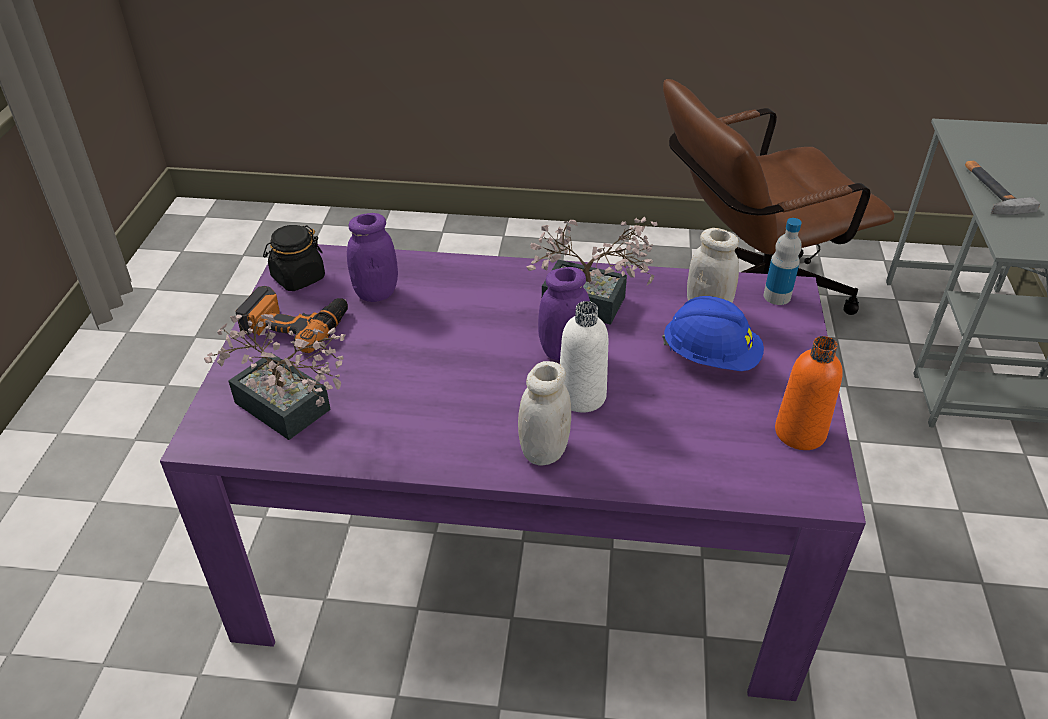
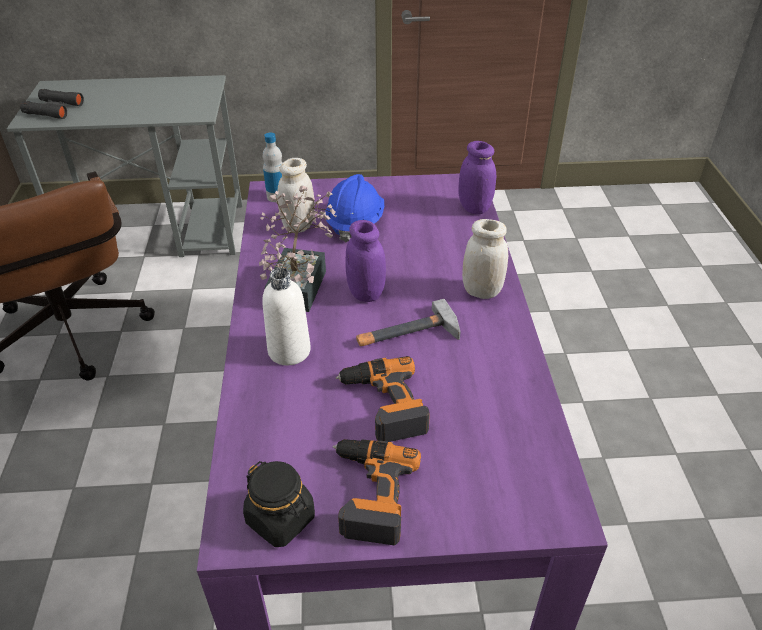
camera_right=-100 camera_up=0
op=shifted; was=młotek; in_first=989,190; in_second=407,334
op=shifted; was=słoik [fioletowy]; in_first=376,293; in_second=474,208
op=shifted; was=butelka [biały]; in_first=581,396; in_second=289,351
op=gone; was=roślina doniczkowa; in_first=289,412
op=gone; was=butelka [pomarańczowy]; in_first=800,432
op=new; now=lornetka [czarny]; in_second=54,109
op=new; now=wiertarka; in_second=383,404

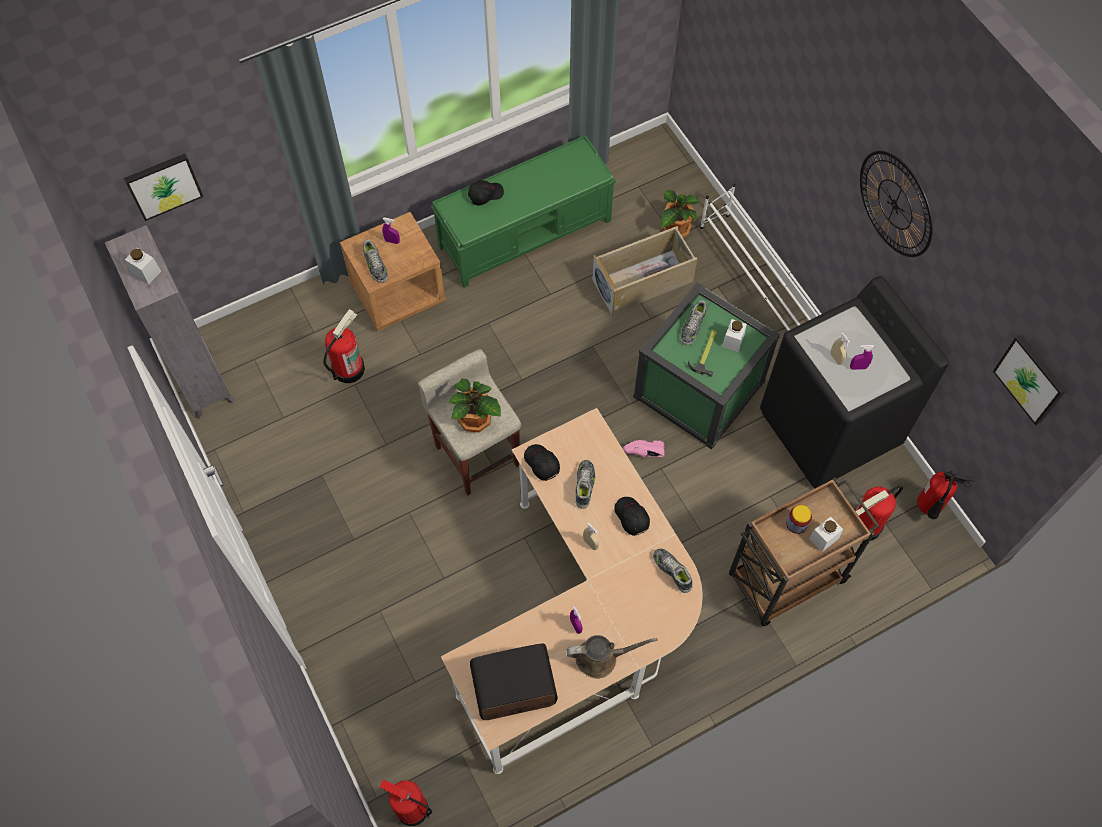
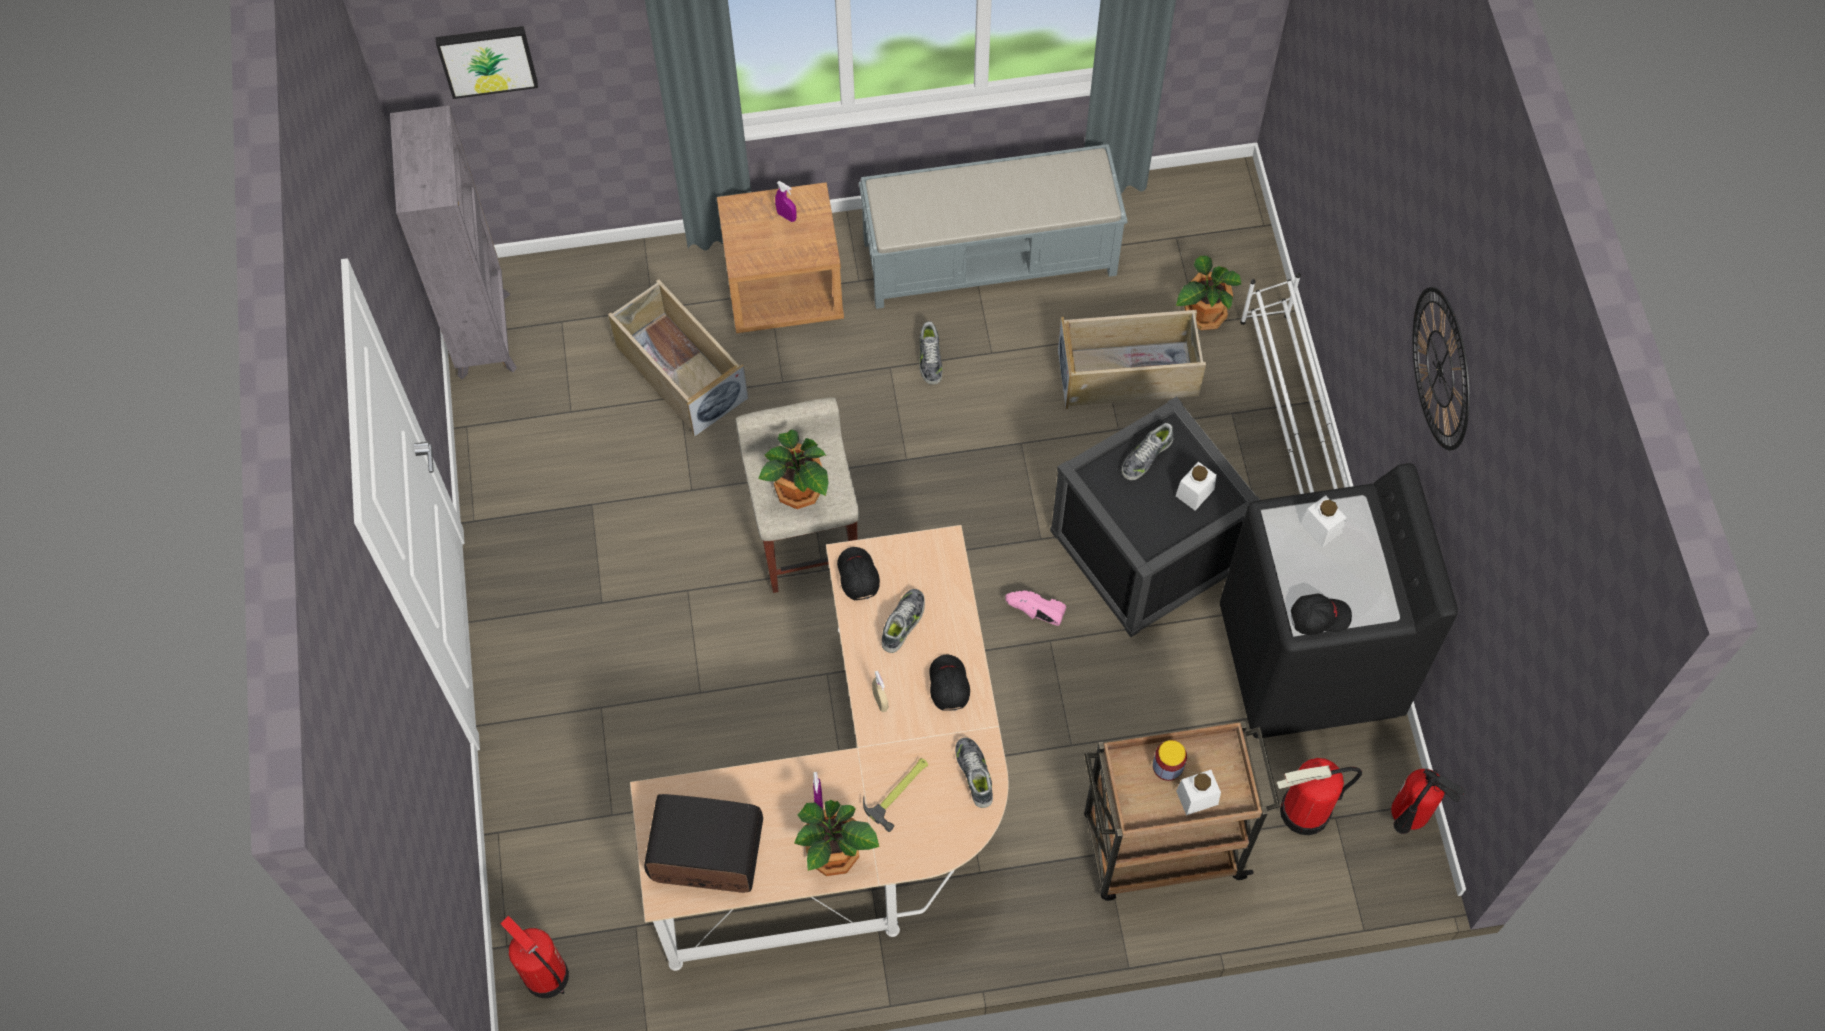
camera_right=20 camera_up=0
op=repainted; was=ławka [zielony]; now=ławka [szary]; in_first=526,233; in_second=991,257
op=shifted; was=czapka z daszkiem [czarny]; in_first=485,194; in_second=1319,617
op=shifted; was=but; in_first=375,265; in_second=929,358
op=shifted; was=słoik [biały]; in_first=146,272; in_second=1321,528
op=repainted; was=pojemnik do przechowywania [zielony]; now=pojemnik do przechowywania [czarny]; in_first=699,389; in_second=1147,549
op=swapped; was=gaśnica; now=pojemnik do przechowywania [beżowy]; in_first=348,368; in_second=679,372
op=shifted; was=młotek; in_first=706,352; in_second=899,790
op=gone; was=spryskiwacz [beżowy]; in_first=836,358
op=gone; was=obraz; in_first=1031,378
op=gone; was=spryskiwacz [fioletowy]; in_first=858,367
op=swapped; was=konewka [brązowy]; now=roślina doniczkowa; in_first=601,658; in_second=834,854

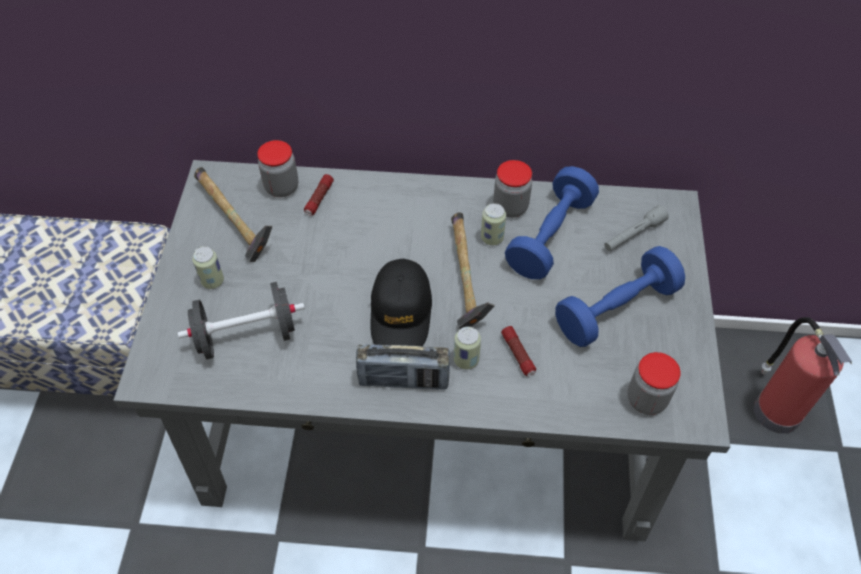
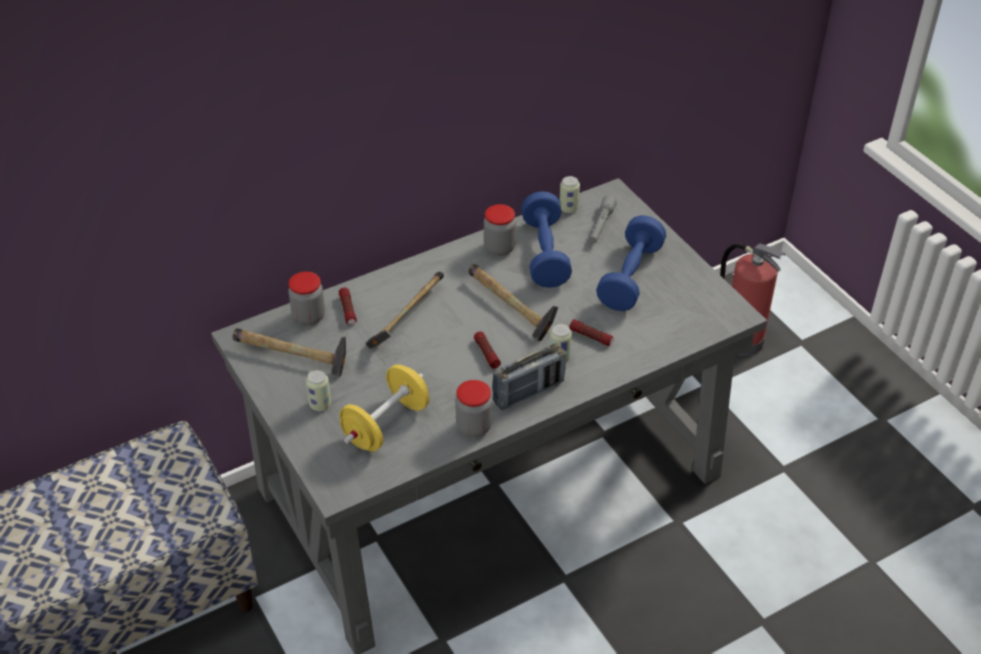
camera_right=-35 camera_up=-10
op=shifted; was=puszka; in_first=492,238; in_second=568,208
op=swapped; was=czapka z daszkiem [czarny]; now=latarka; in_first=401,314; in_second=486,353
op=repainted; was=hantel [czarny]; now=hantel [żółty]; in_first=247,336; in_second=386,425
op=shifted; was=słoik; in_first=646,399; in_second=474,427
op=new; now=młotek; in_second=406,320

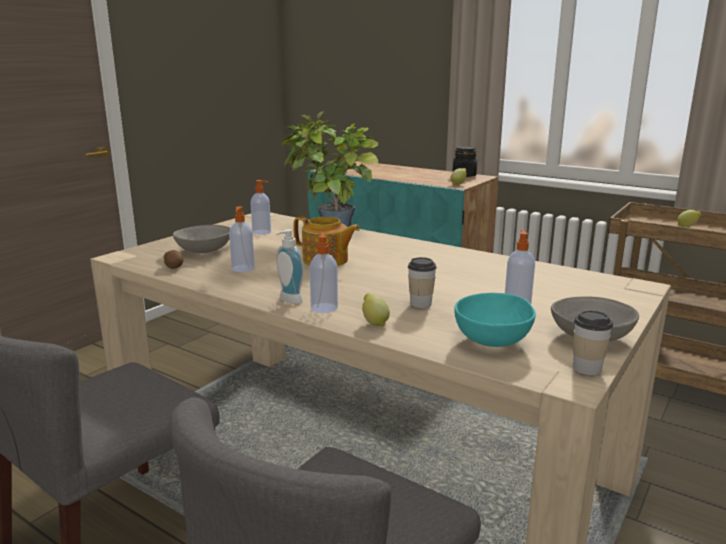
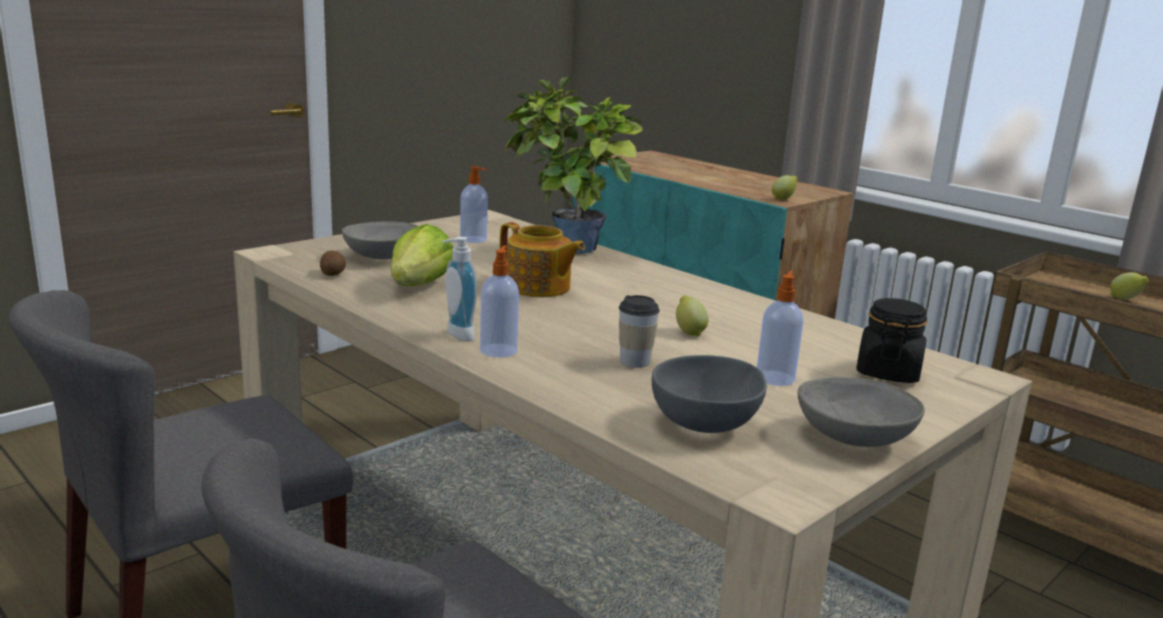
camera_right=10 camera_up=0
op=shifted; was=słoik [czarny]; in_first=464,175; in_second=887,372
op=swapped; was=dozownik mydła; now=sałata; in_first=243,269; in_second=420,286
op=shifted; was=cytryna; in_first=374,323; in_second=689,332
op=repainted; was=miska [turkusowy]; now=miska [szary]; in_first=494,341; in_second=707,425
op=gone; was=filiżanka; in_first=587,368

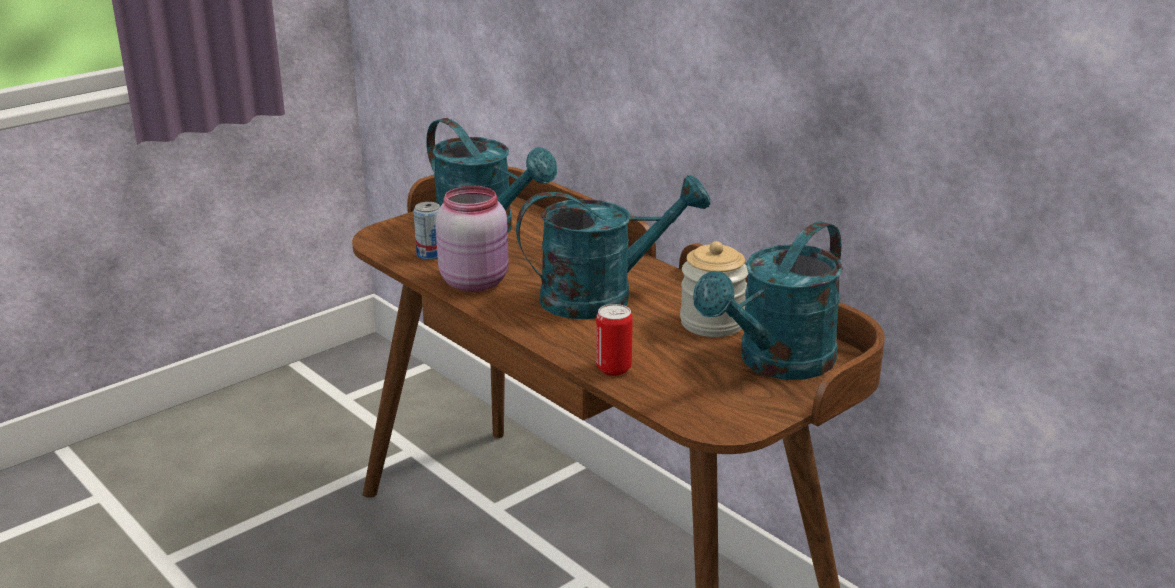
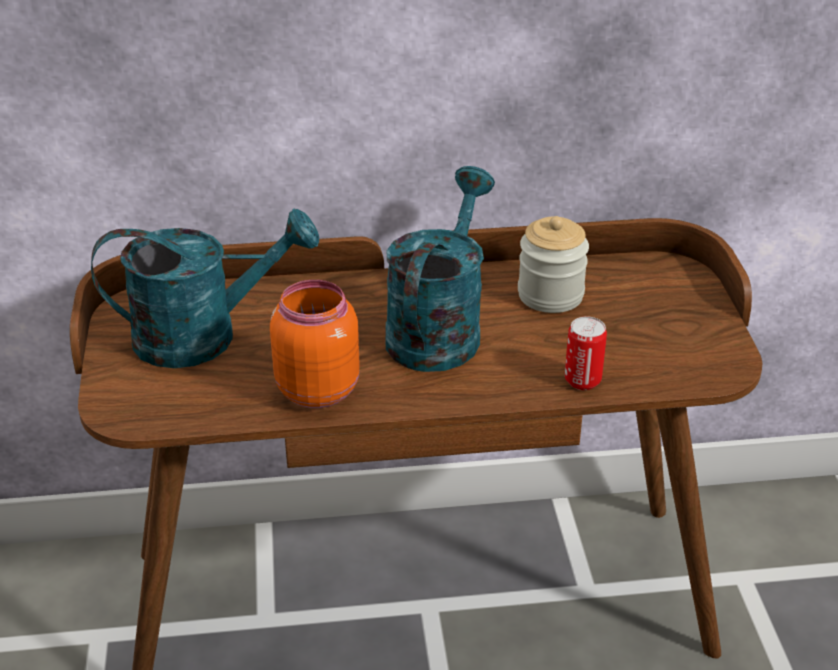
camera_right=-55 camera_up=10
op=repainted; was=słoik [różowy]; now=słoik [pomarańczowy]; in_first=475,281; in_second=317,388
op=gone; was=puszka; in_first=430,254
op=gone; was=konewka [turkusowy]; in_first=776,363

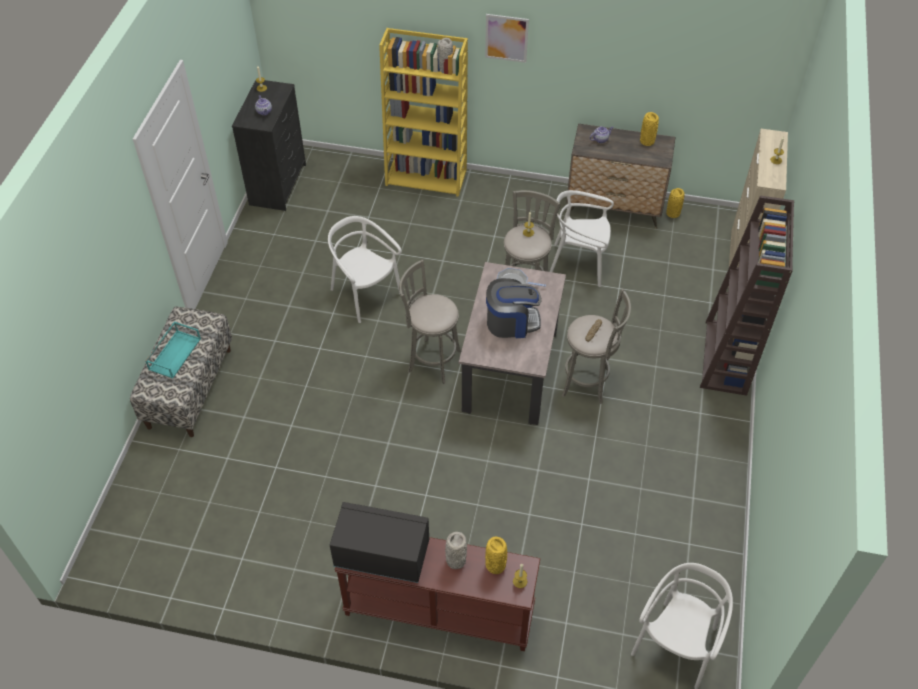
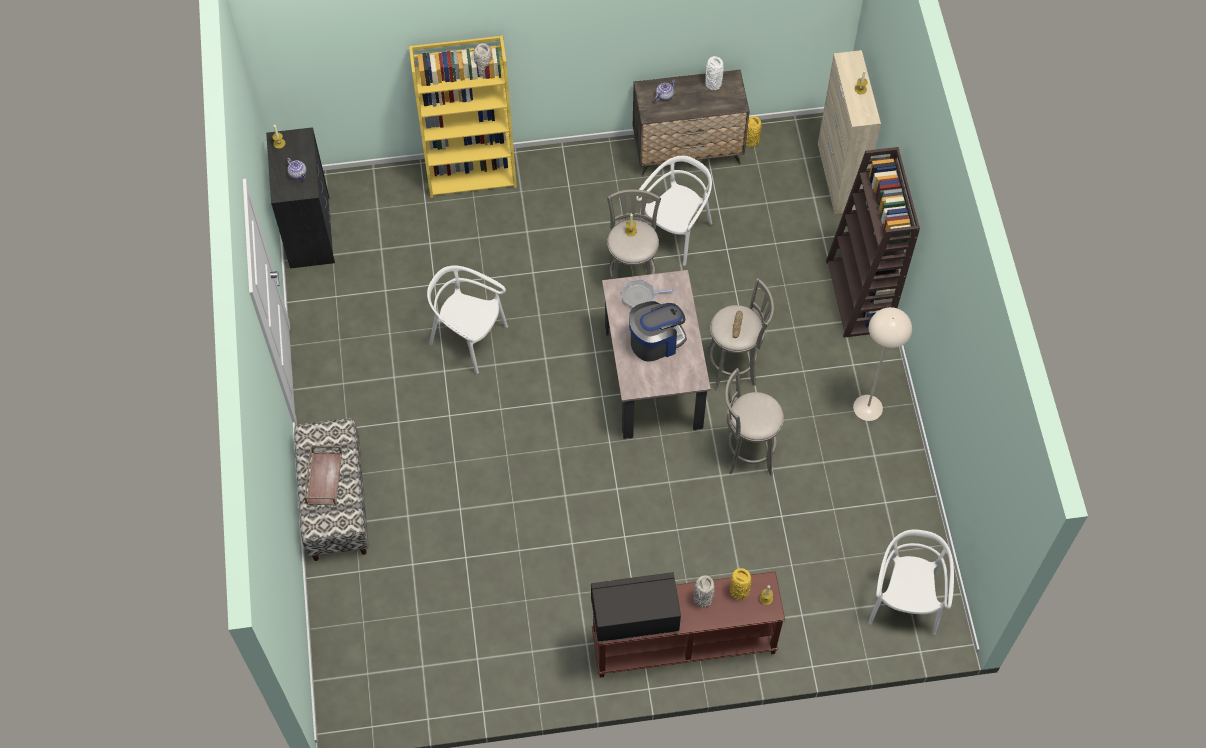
camera_right=-20 camera_up=10
op=gone; was=obraz; in_first=506,38
op=repainted; was=wazon [żółty]; now=wazon [biały]; in_first=647,142; in_second=713,84
op=rotated; was=krzesło [biały]; in_first=578,263; in_second=675,232; clockwise=135
op=shifted; was=stołek [szary]; in_first=431,360; in_second=747,452
op=repainted; was=taca [turkusowy]; now=taca [brązowy]; in_first=174,353; in_second=323,478
op=new; now=lampa stojąca [beżowy]; in_second=868,408

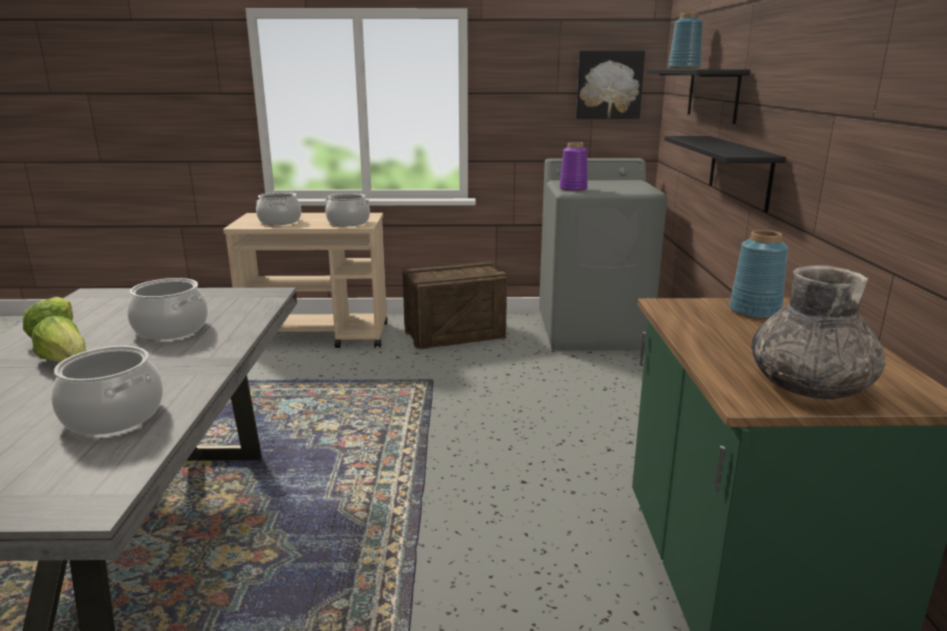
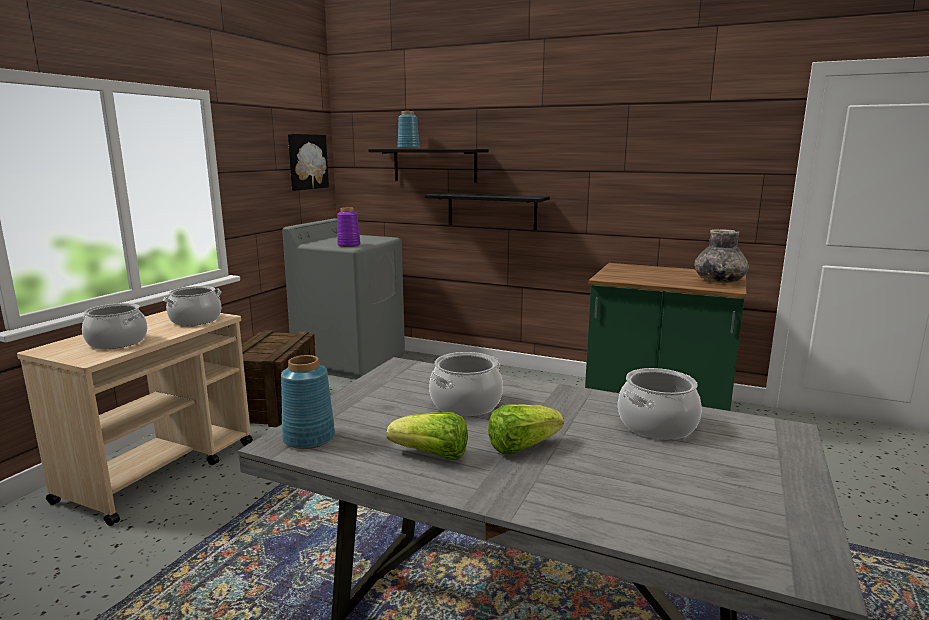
camera_right=-65 camera_up=-5
op=shifted; was=wazon [niebieski]; in_first=754,311; in_second=308,438

